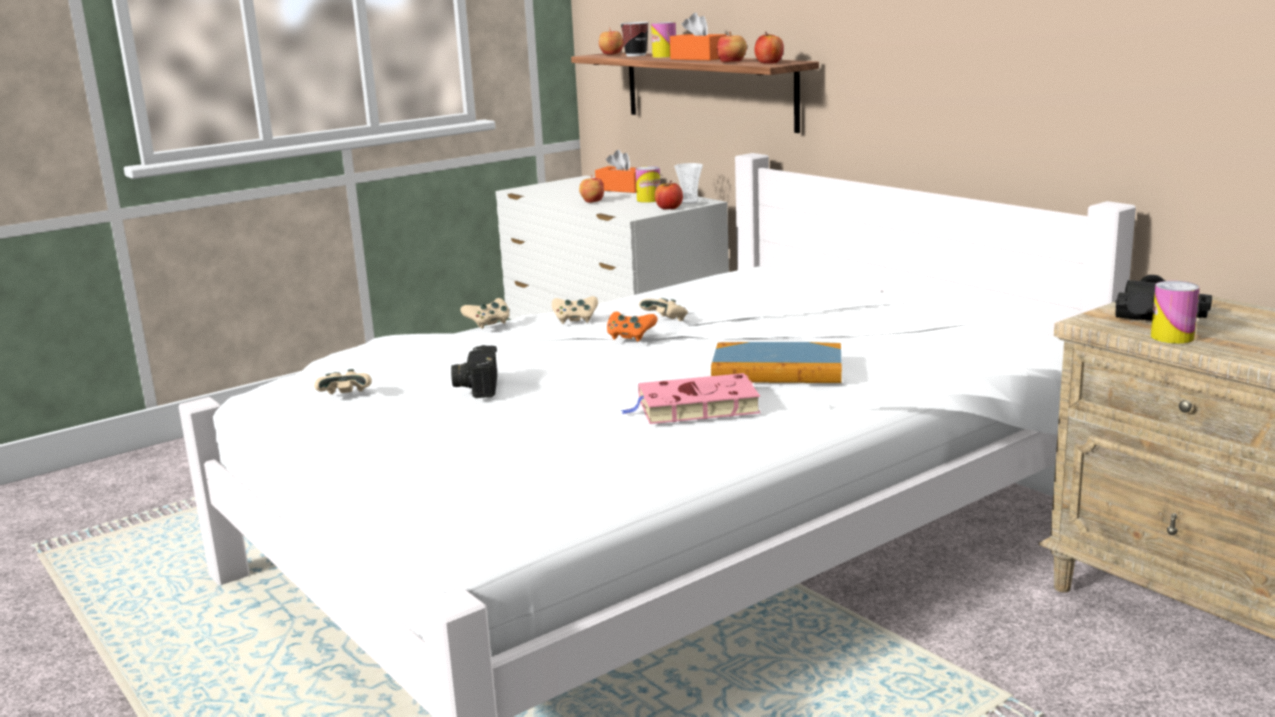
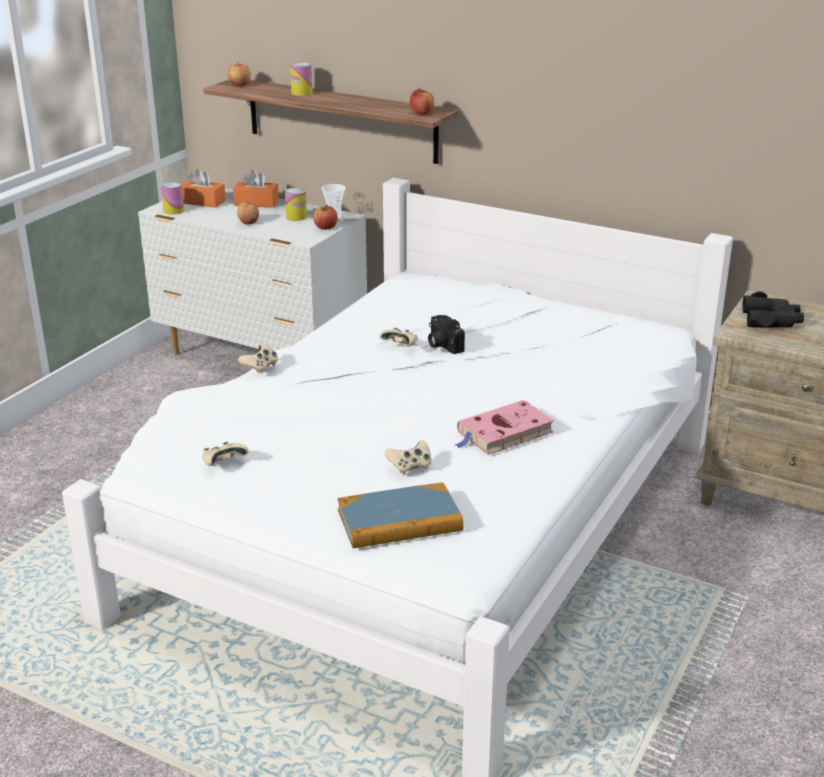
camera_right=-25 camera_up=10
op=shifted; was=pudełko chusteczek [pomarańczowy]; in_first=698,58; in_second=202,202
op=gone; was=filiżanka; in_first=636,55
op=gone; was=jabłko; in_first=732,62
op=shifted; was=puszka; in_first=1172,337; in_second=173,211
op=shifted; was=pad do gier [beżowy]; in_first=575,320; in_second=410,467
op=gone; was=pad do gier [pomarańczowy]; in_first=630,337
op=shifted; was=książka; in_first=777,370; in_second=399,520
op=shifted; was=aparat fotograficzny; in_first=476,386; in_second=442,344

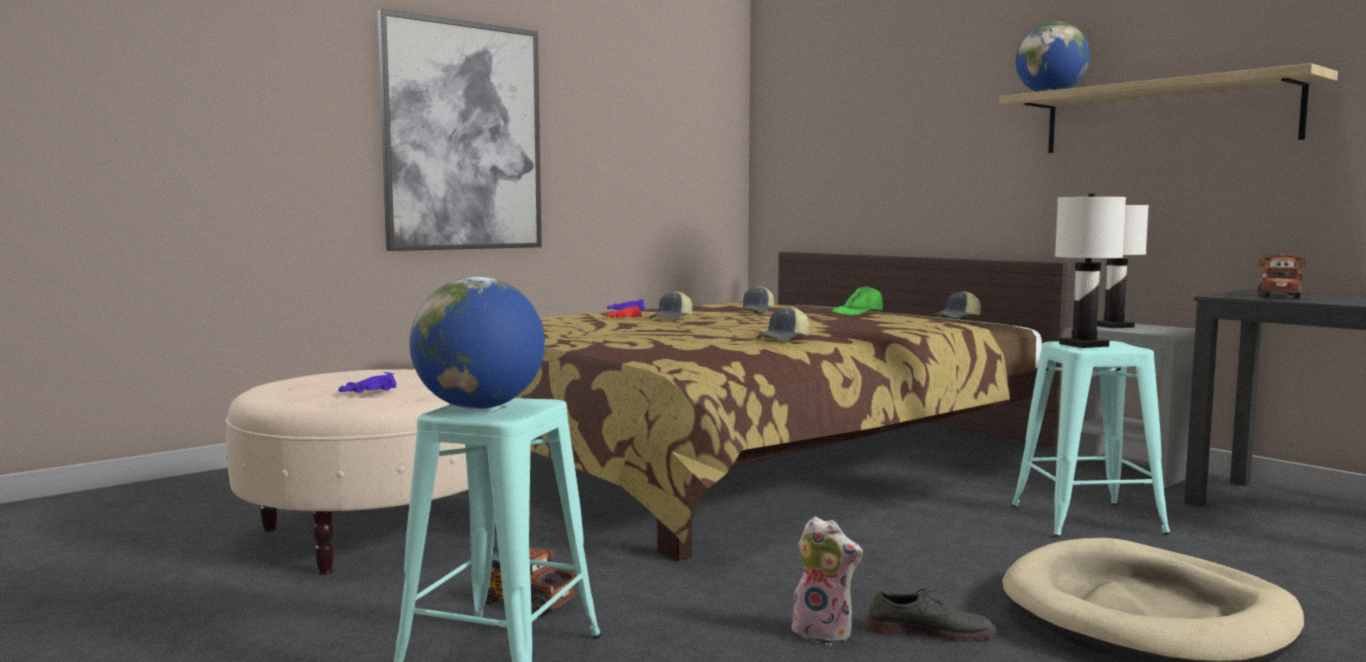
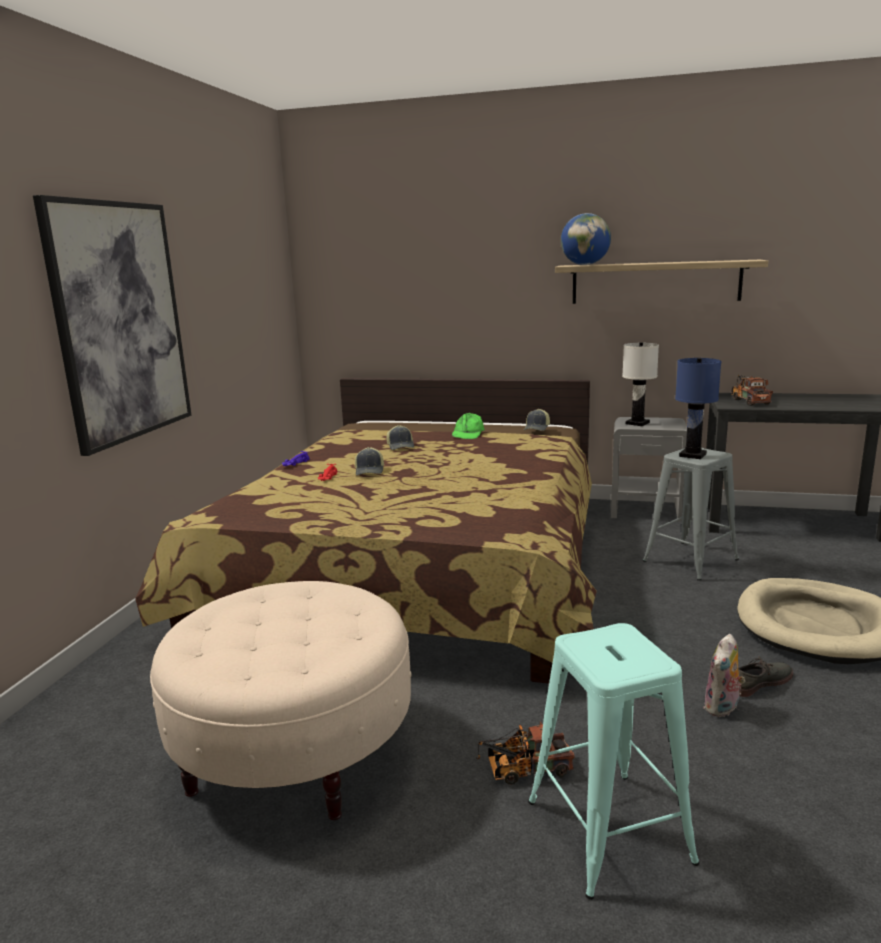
camera_right=-35 camera_up=10
op=repainted; was=lampa stołowa [biały]; now=lampa stołowa [niebieski]; in_first=1084,345; in_second=693,455
op=gone; was=globus; in_first=480,407
op=gone; was=czapka z daszkiem; in_first=784,339
op=repainted; was=stołek [turkusowy]; now=stołek [szary]; in_first=1087,519; in_second=690,560
op=gone; was=samochodzik [fioletowy]; in_first=366,391
op=rotated; was=pluszak; in_first=825,632; in_second=722,708; clockwise=135

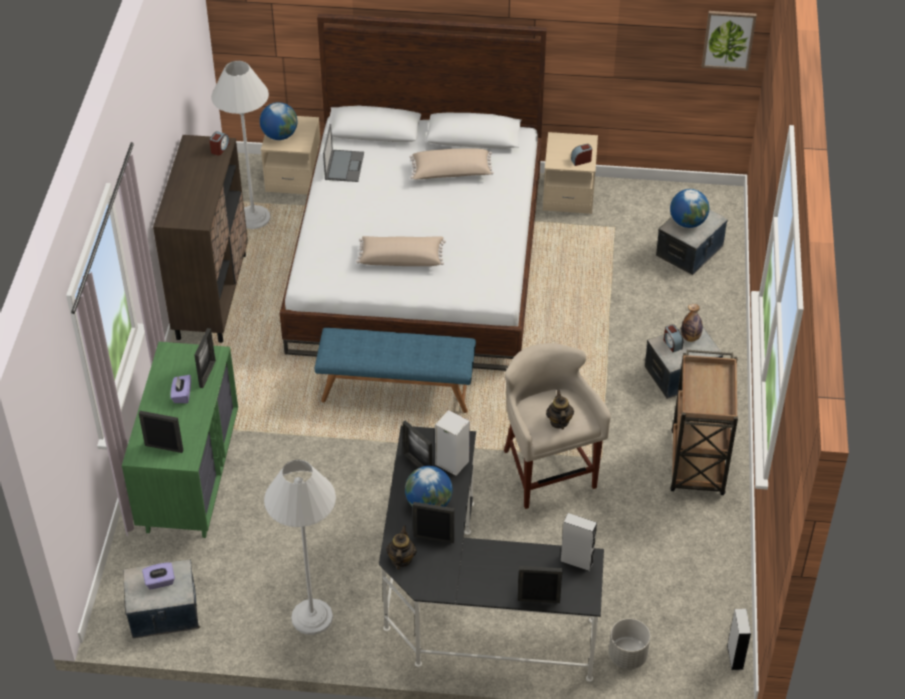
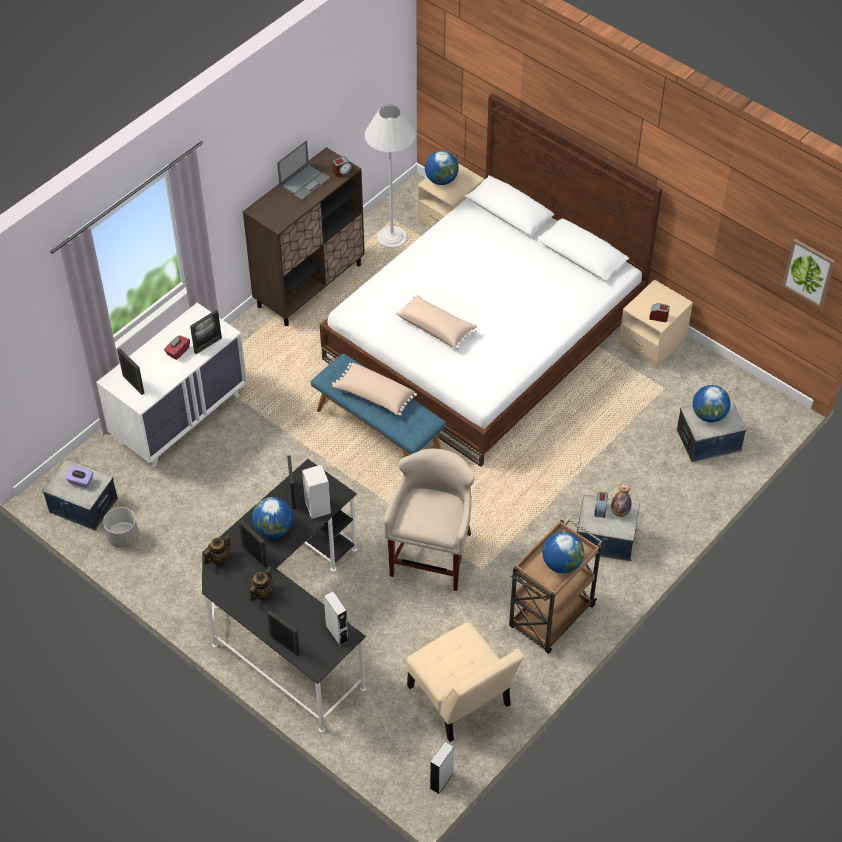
camera_right=35 camera_up=5
op=shifted; was=laptop; in_first=344,165; in_second=305,181
op=shifted; was=poduszka [beżowy]; in_first=451,173; in_second=374,396
op=repainted; was=komoda [zielony]; now=komoda [biały]; in_first=190,477; in_second=180,417
op=repainted; was=pudełko chusteczek [fioletowy]; now=pudełko chusteczek [czerwony]; in_first=182,395; in_second=178,351
op=shifted; was=imbryk; in_first=559,422; in_second=262,593
op=gone; was=lampa stojąca [biały]; in_first=312,617
op=shifted; was=donica [szary]; in_first=627,656; in_second=123,537
op=new; now=globus; in_second=561,563
op=new; now=krzesło [beżowy]; in_second=461,701

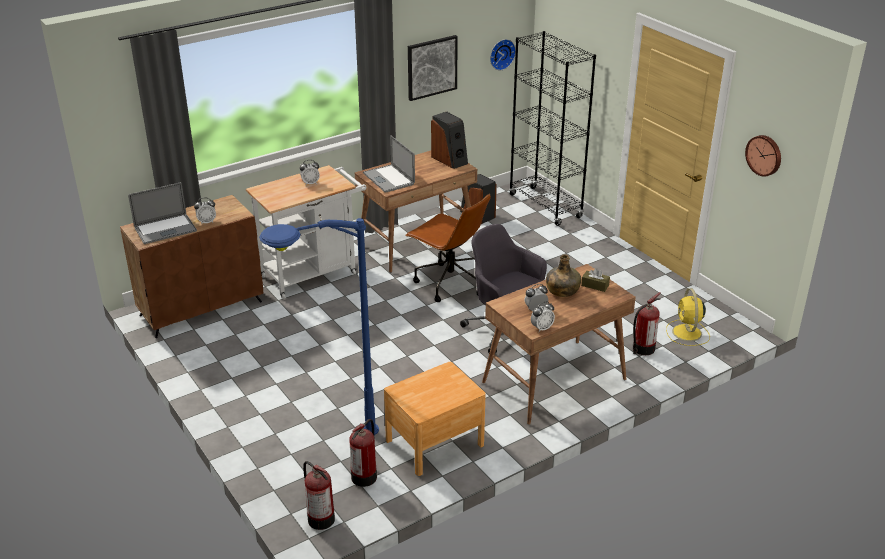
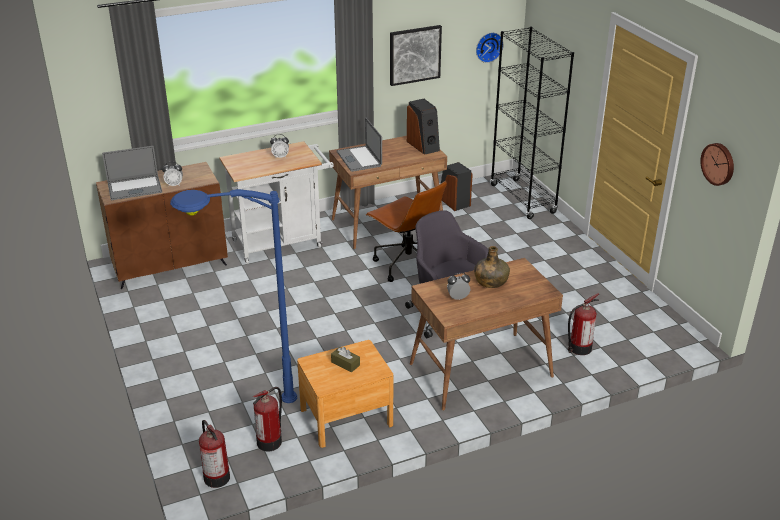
camera_right=10 camera_up=0
op=shifted; was=pudełko chusteczek [brązowy]; in_first=595,285; in_second=345,364
op=gone; was=wentylator [żółty]; in_first=687,333
op=gone; was=budzik; in_first=542,328

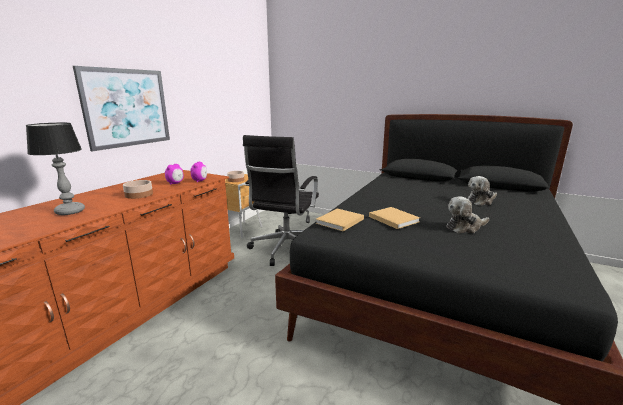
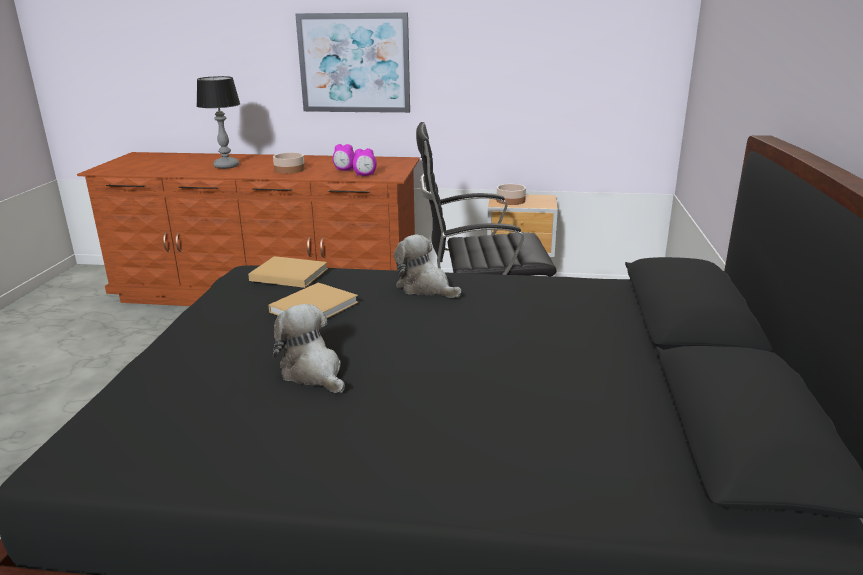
camera_right=70 camera_up=5
op=shifted; was=pluszak; in_first=480,201; in_second=425,288

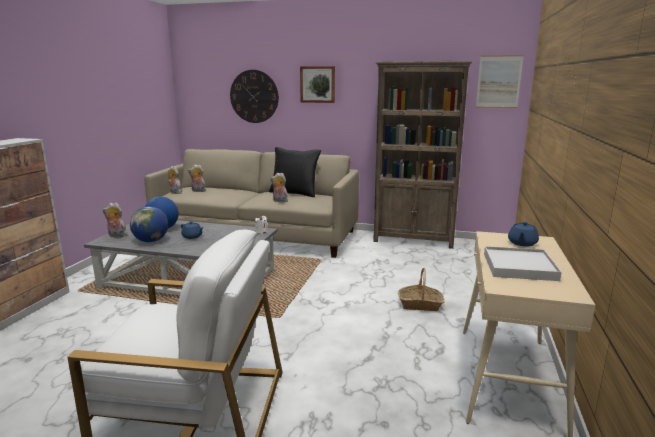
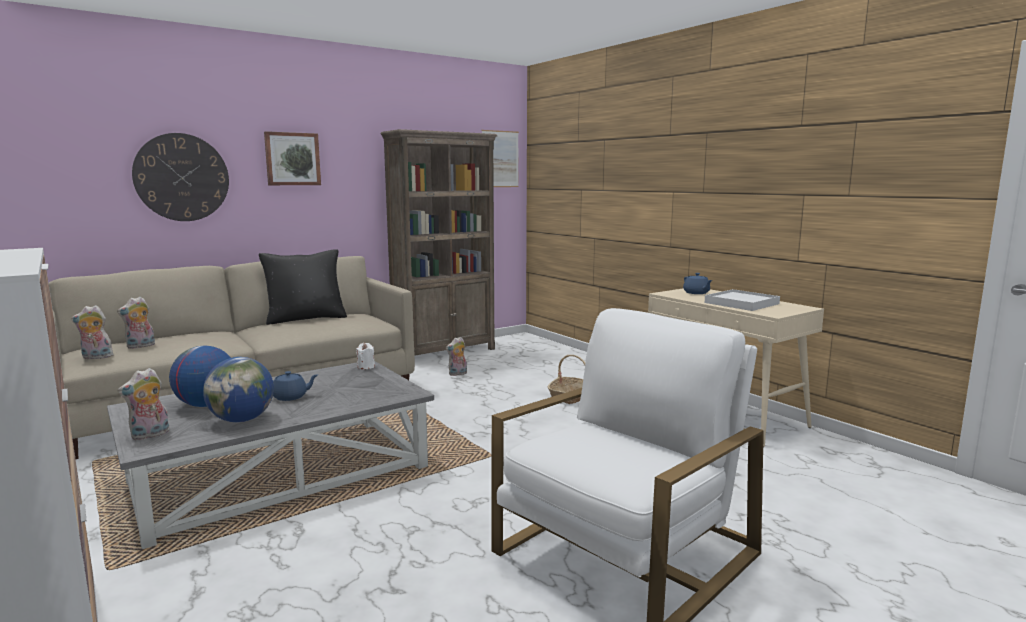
camera_right=-50 camera_up=-5
op=shifted; was=pluszak; in_first=279,201; in_second=457,374

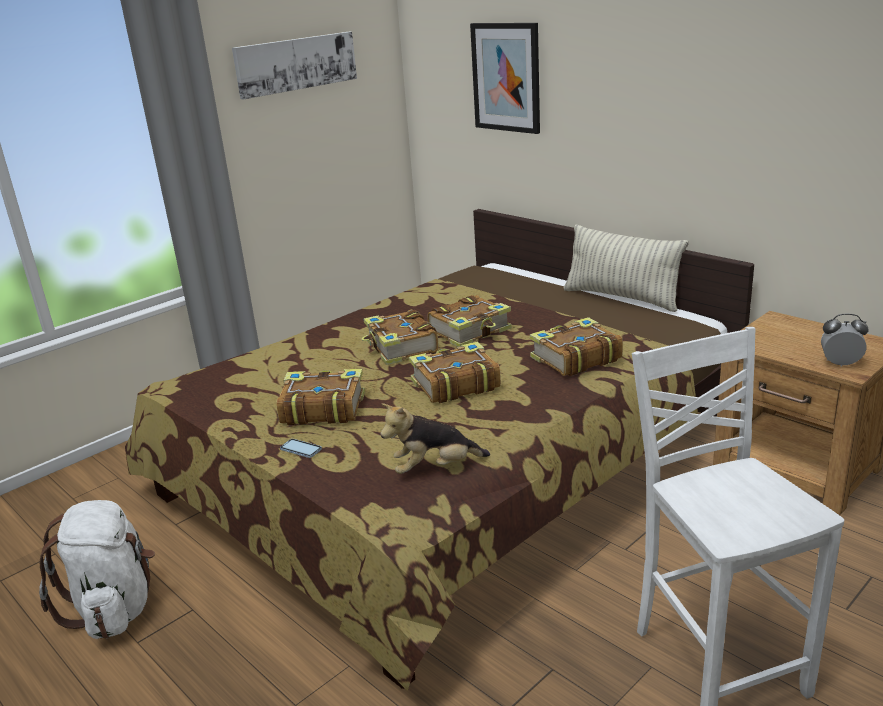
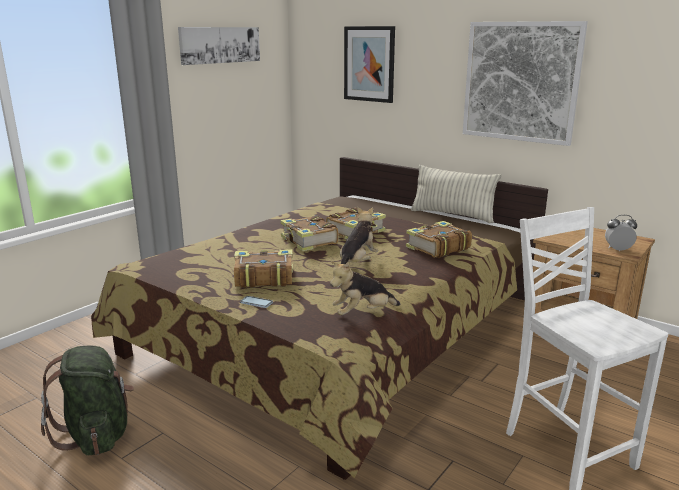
camera_right=-10 camera_up=-5
op=swapped; was=książka; now=pluszak; in_first=454,384; in_second=357,263
op=repainted; was=plecak [biały]; now=plecak [zielony]; in_first=115,608; in_second=97,434
op=new; now=obraz; in_second=520,82

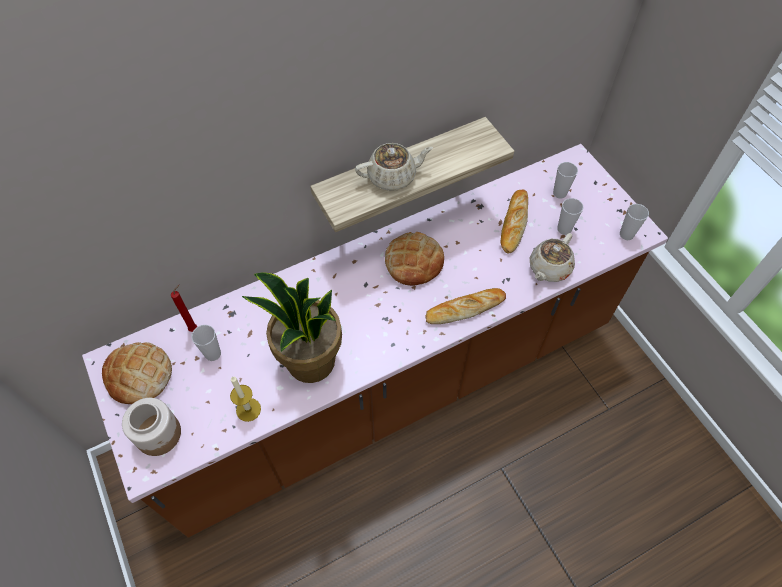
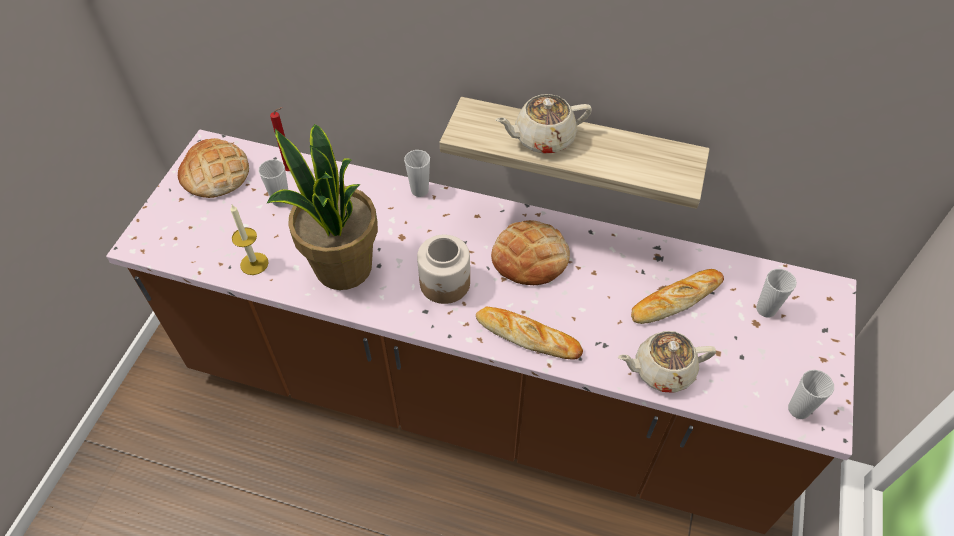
camera_right=45 camera_up=-5
op=rotated; was=imbryk [beżowy]; in_first=393,177; in_second=543,138; clockwise=135
op=shifted; was=filiżanka; in_first=564,229; in_second=419,190
op=shifted; was=słoik; in_first=159,434; in_second=445,284

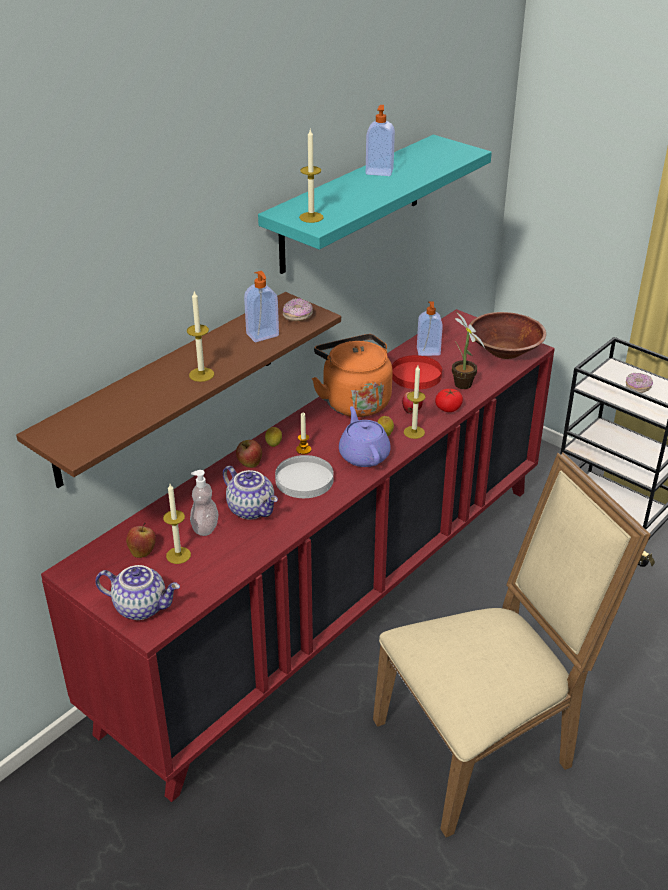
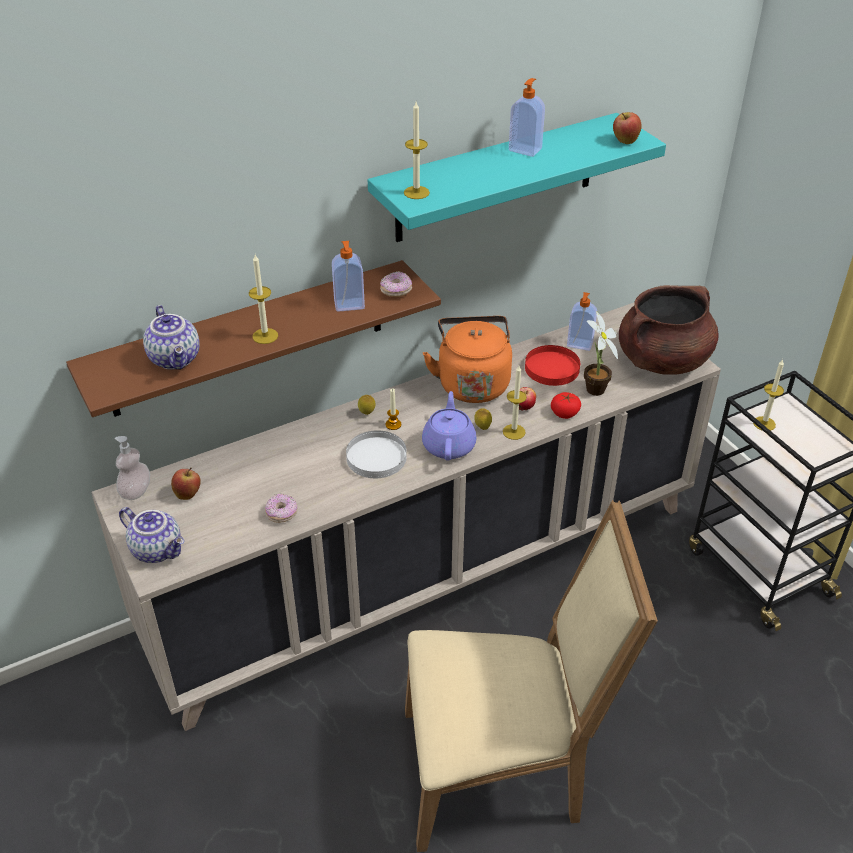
camera_right=20 camera_up=5
op=repainted; was=szafka [czerwony]; now=szafka [beżowy]; in_first=333,599; in_second=426,573
op=swapped; was=miska [brązowy]; now=garnek [brązowy]; in_first=504,351; in_second=662,361
op=shifted; was=donut; in_first=637,388; in_second=282,514
op=shifted; was=jabłko; in_first=249,464; in_second=625,141
op=shifted; was=imbryk; in_first=252,509; in_second=176,359
op=shifted; was=dozownik mydła; in_first=205,528; in_second=136,491
op=shifted; was=świeca; in_first=178,555; in_second=764,423

